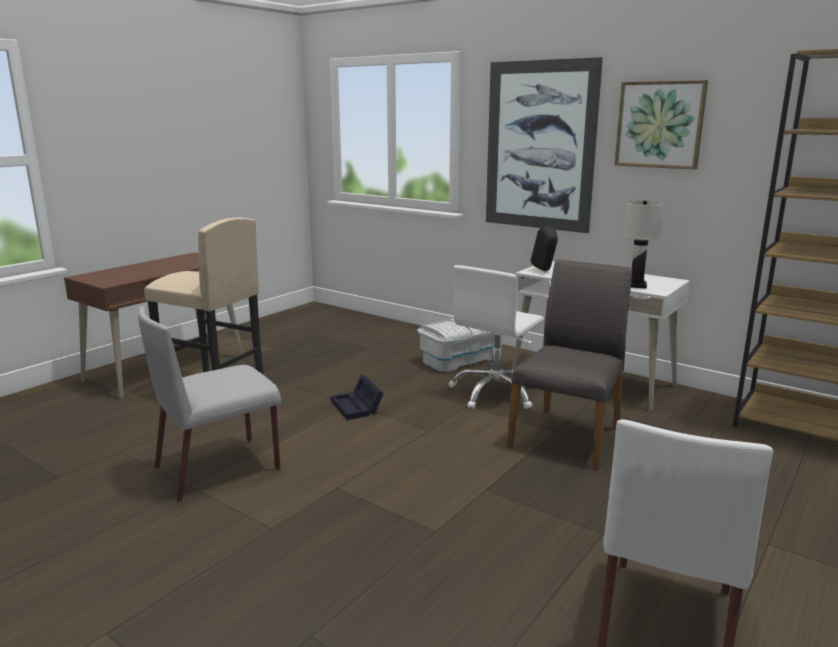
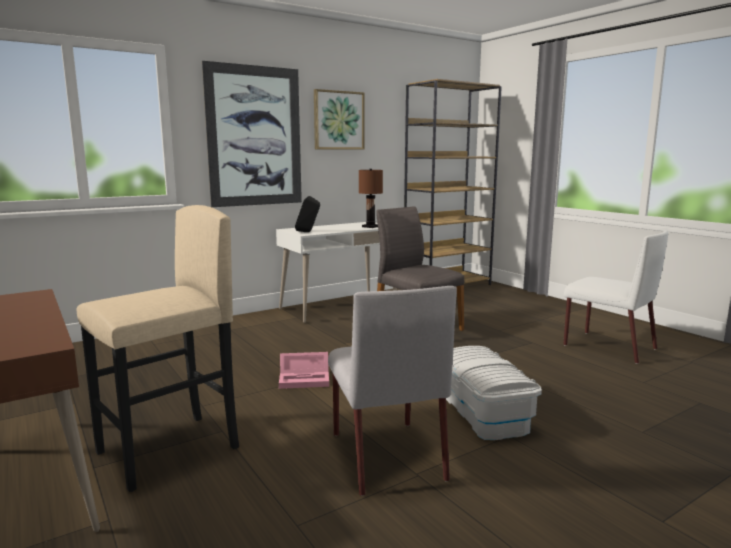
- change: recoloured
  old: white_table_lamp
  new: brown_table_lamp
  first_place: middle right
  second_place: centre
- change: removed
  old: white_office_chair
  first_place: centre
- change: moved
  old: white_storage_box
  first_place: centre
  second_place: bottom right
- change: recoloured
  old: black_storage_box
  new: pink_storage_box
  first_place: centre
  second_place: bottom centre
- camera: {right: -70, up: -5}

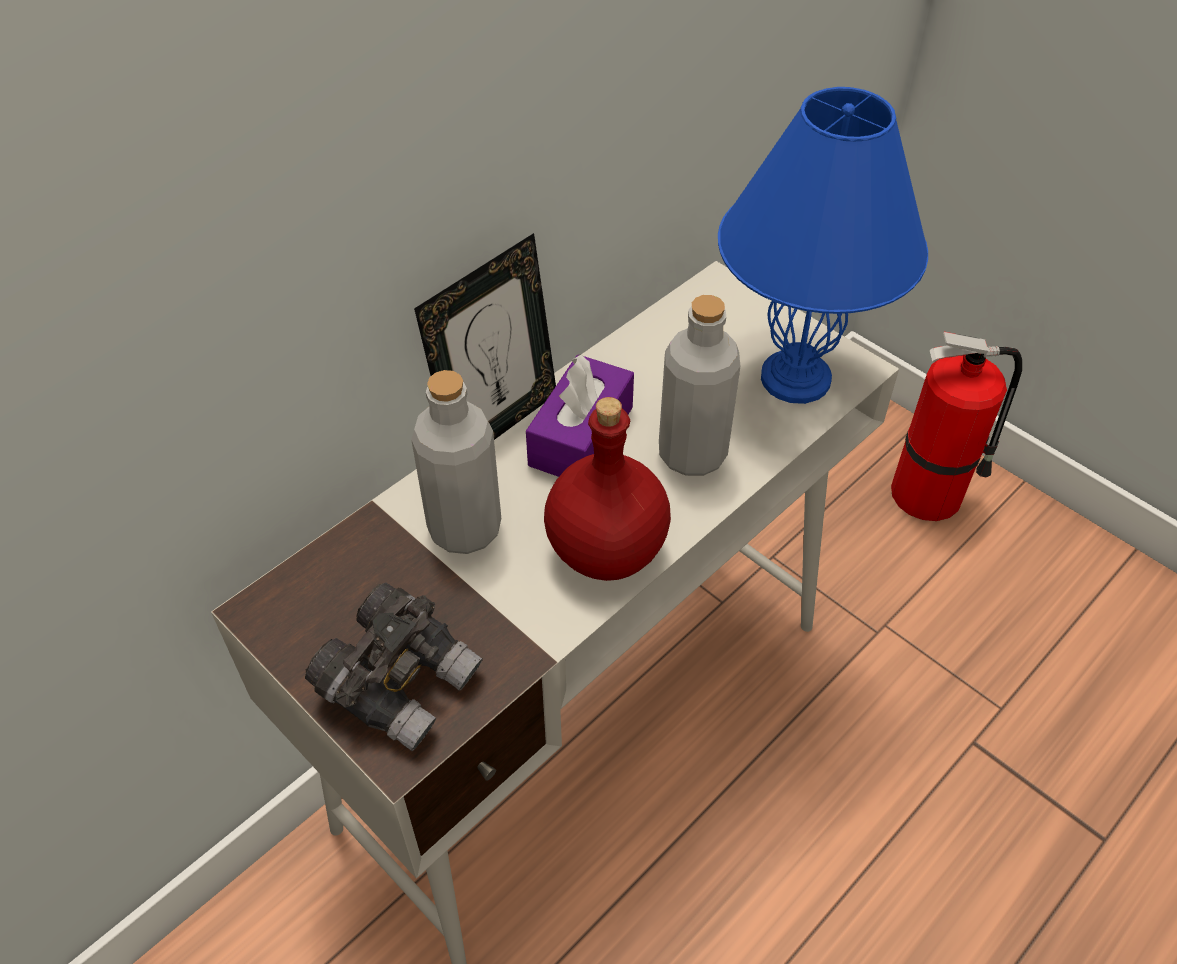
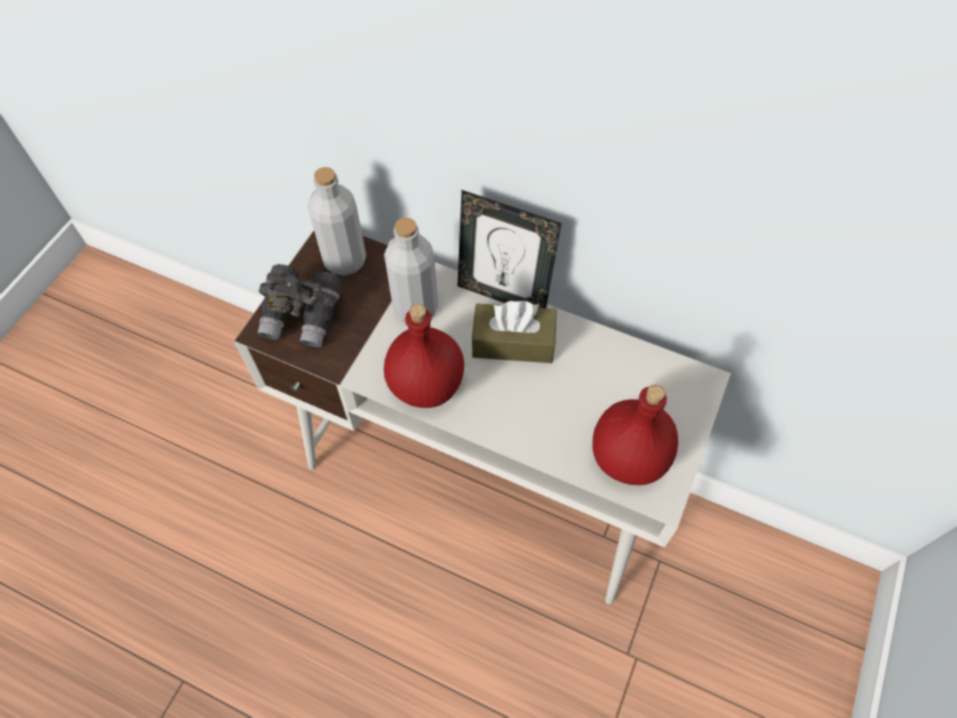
- change: replaced
  old: blue_table_lamp
  new: red_bottle (2nd from left)
  first_place: top right
  second_place: centre
- change: moved
  old: grey_bottle (2nd from left in the first image)
  new: grey_bottle (1st from left)
  first_place: centre
  second_place: top centre
- change: removed
  old: fire_extinguisher
  first_place: middle right
- change: recoloured
  old: purple_tissue_box
  new: brown_tissue_box
  first_place: centre
  second_place: centre
- camera: {right: 70, up: 10}

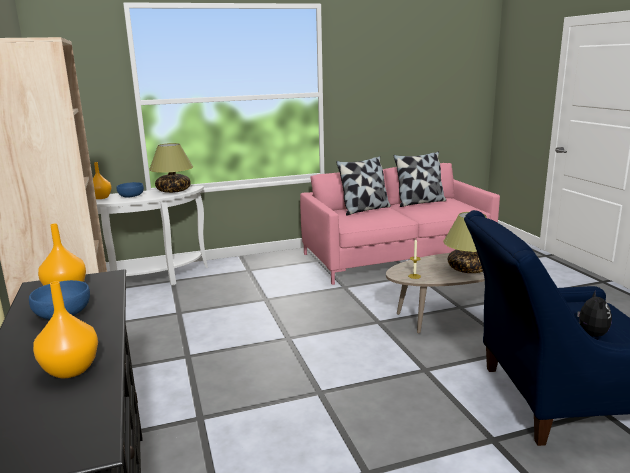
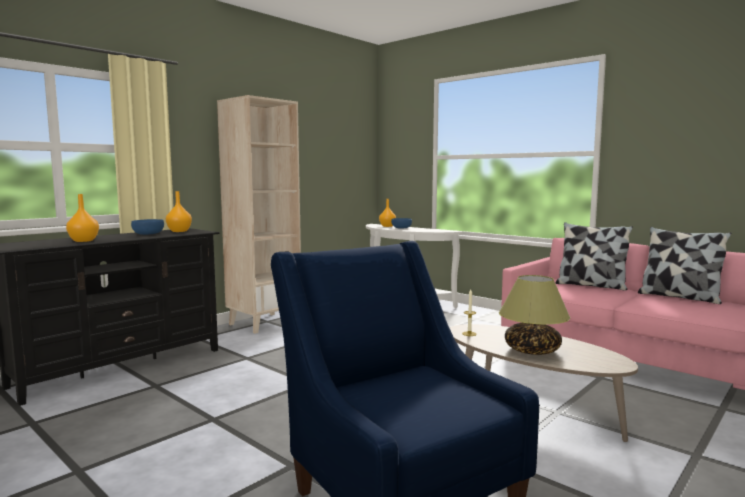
- change: removed
  old: table_lamp (1st from left)
  first_place: middle left
- change: removed
  old: plush_toy
  first_place: middle right
- camera: {right: 60, up: -10}

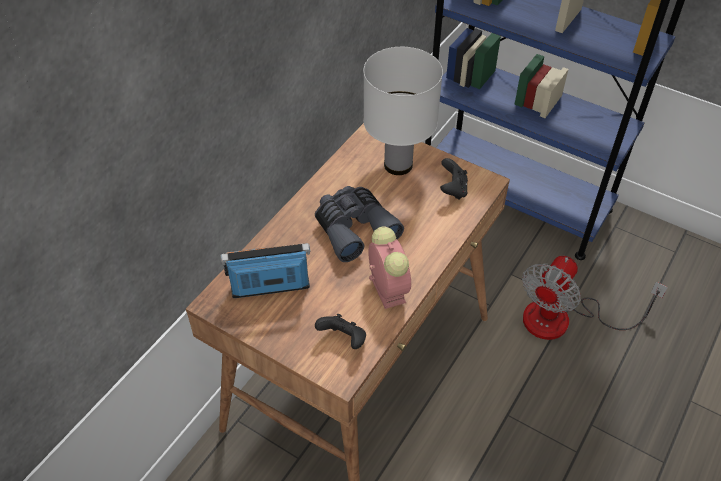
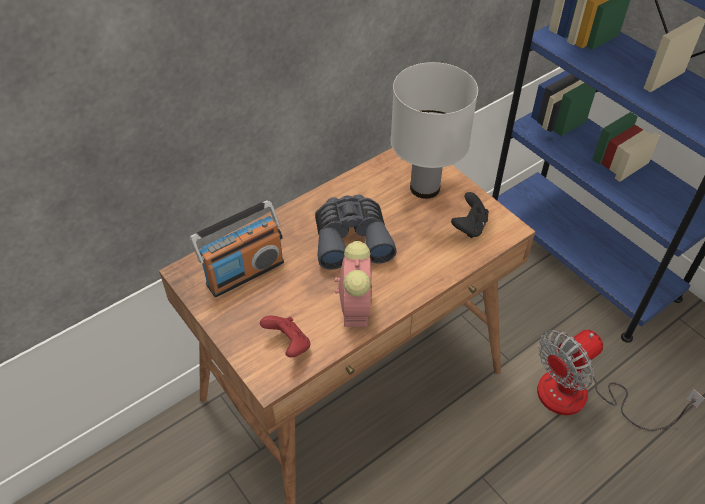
- change: turned
  old: radio
  first_place: centre
  second_place: centre
  degrees: 135
- change: recoloured
  old: black_game_controller (1st from left)
  new: red_game_controller
  first_place: bottom centre
  second_place: bottom centre
- camera: {right: 20, up: 0}

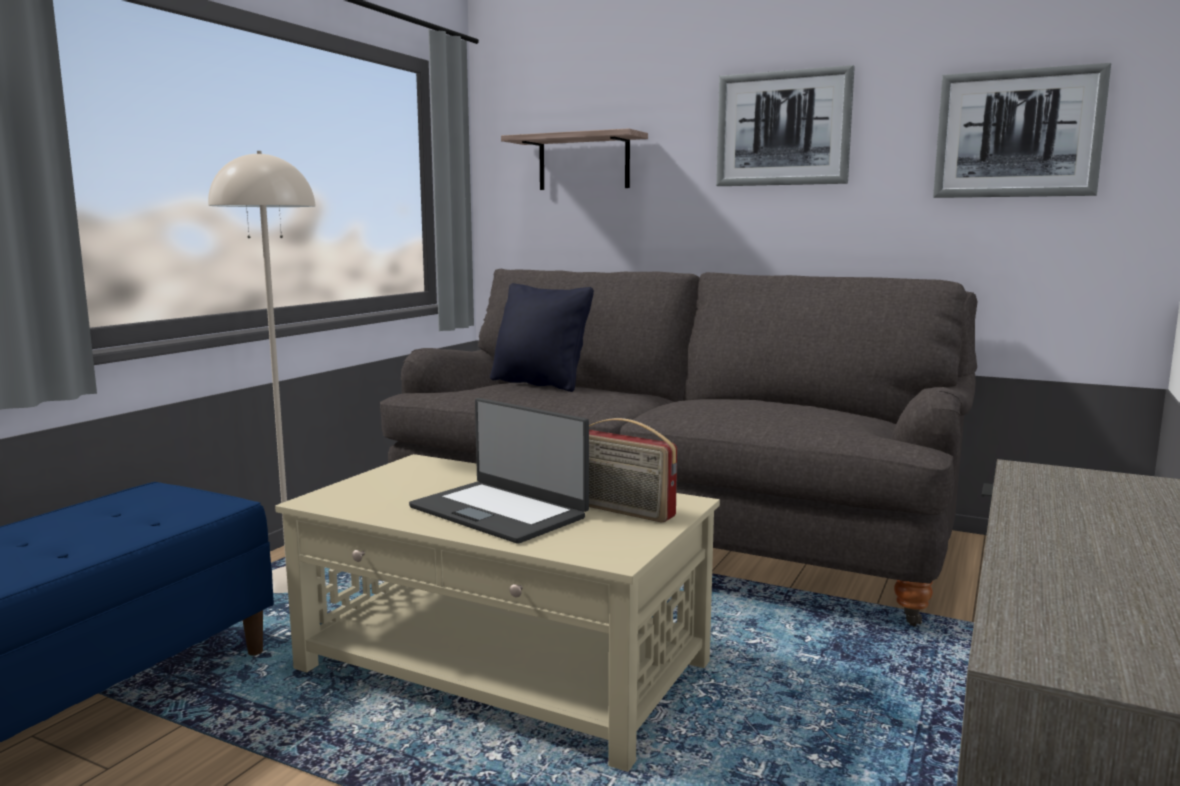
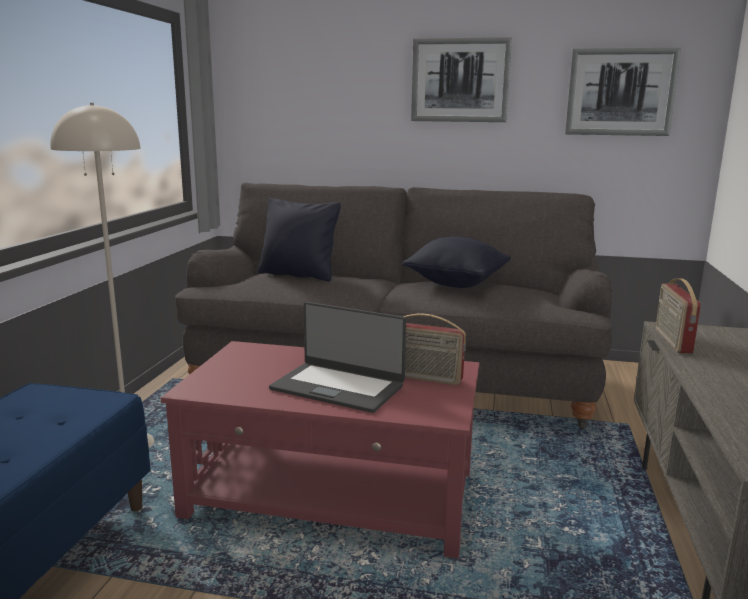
- change: removed
  old: shelf
  first_place: top centre
- change: recoloured
  old: beige_coffee_table
  new: red_coffee_table
  first_place: bottom centre
  second_place: bottom centre
- change: added
  new: black_pillow (2nd from left)
  second_place: centre
- change: added
  new: radio (2nd from left)
  second_place: middle right
- camera: {right: -15, up: 5}

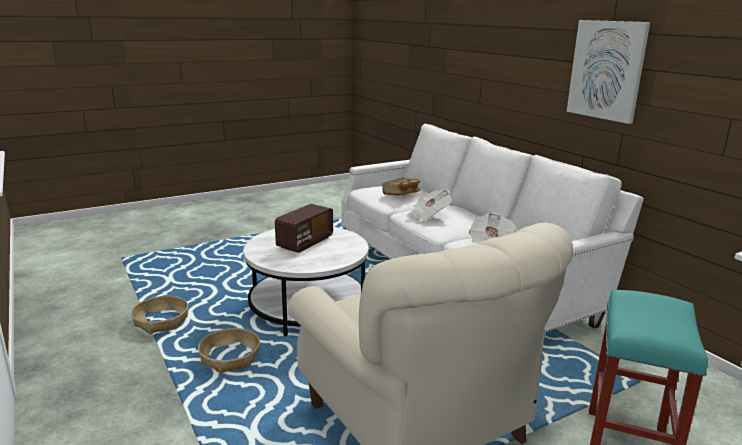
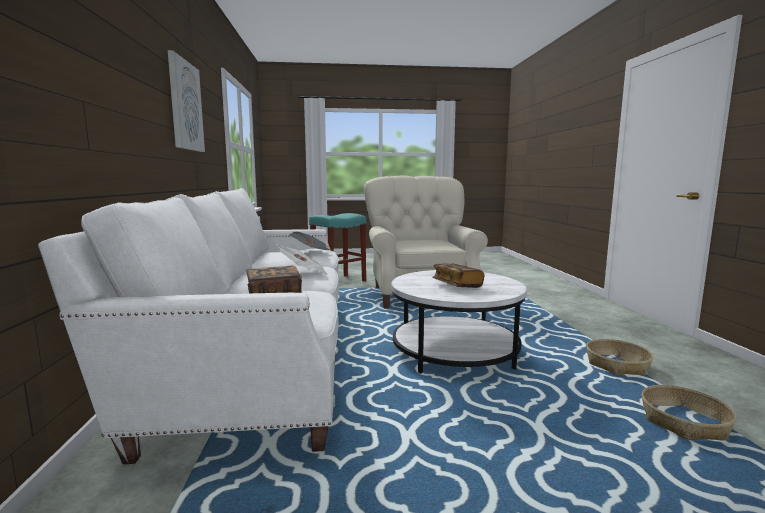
- change: replaced
  old: radio
  new: book (2nd from left)
  first_place: centre
  second_place: centre
- change: moved
  old: basket (2nd from left)
  first_place: bottom left
  second_place: bottom right
- camera: {right: -155, up: -10}

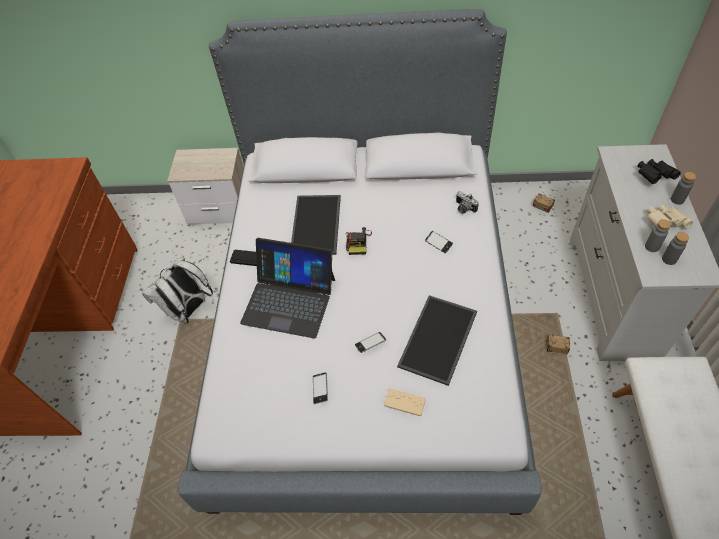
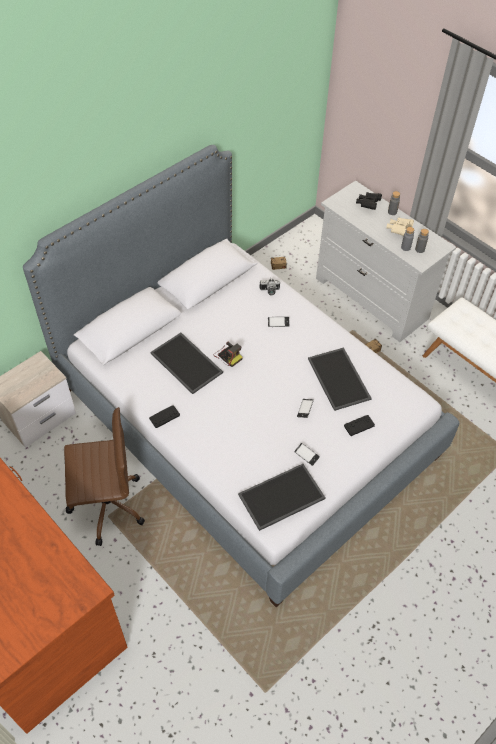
- change: removed
  old: laptop
  first_place: centre
- change: replaced
  old: white_backpack
  new: brown_office_chair
  first_place: middle left
  second_place: middle left
- change: recoloured
  old: beige_game_controller
  new: black_game_controller (2nd from left)
  first_place: bottom centre
  second_place: middle right
- change: added
  new: tray (2nd from left)
  second_place: bottom centre
- camera: {right: -50, up: 0}

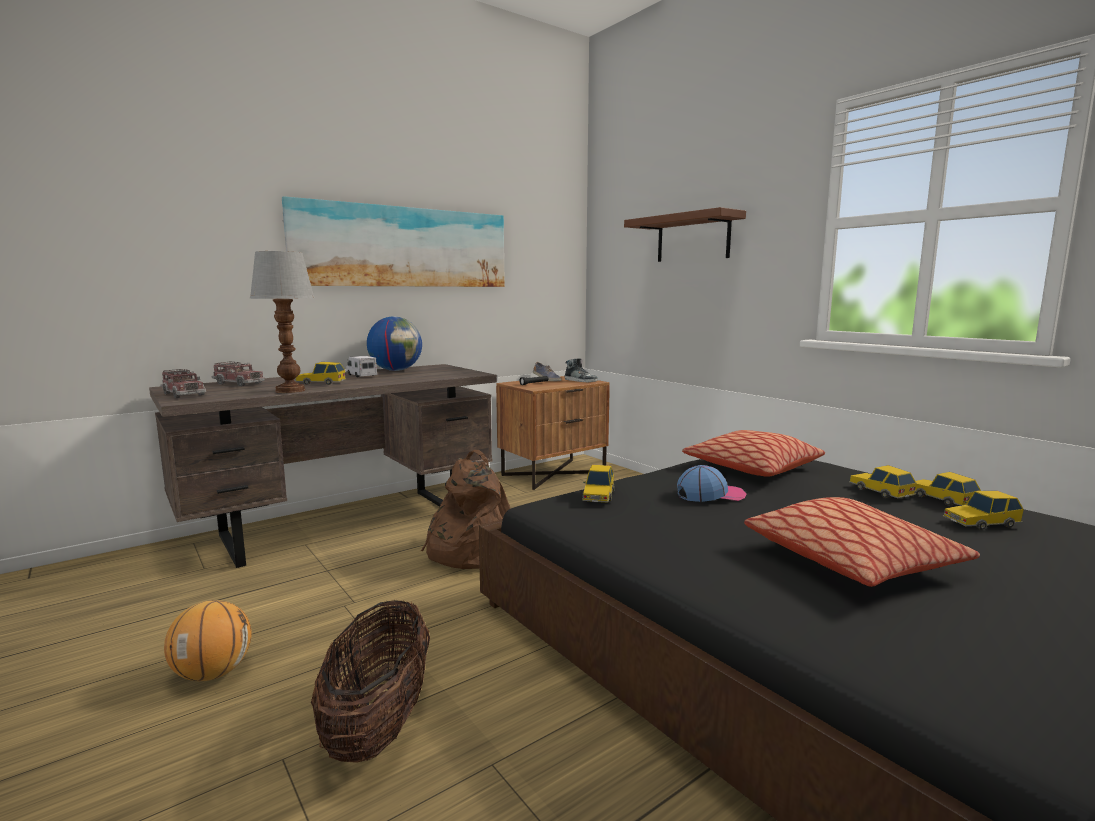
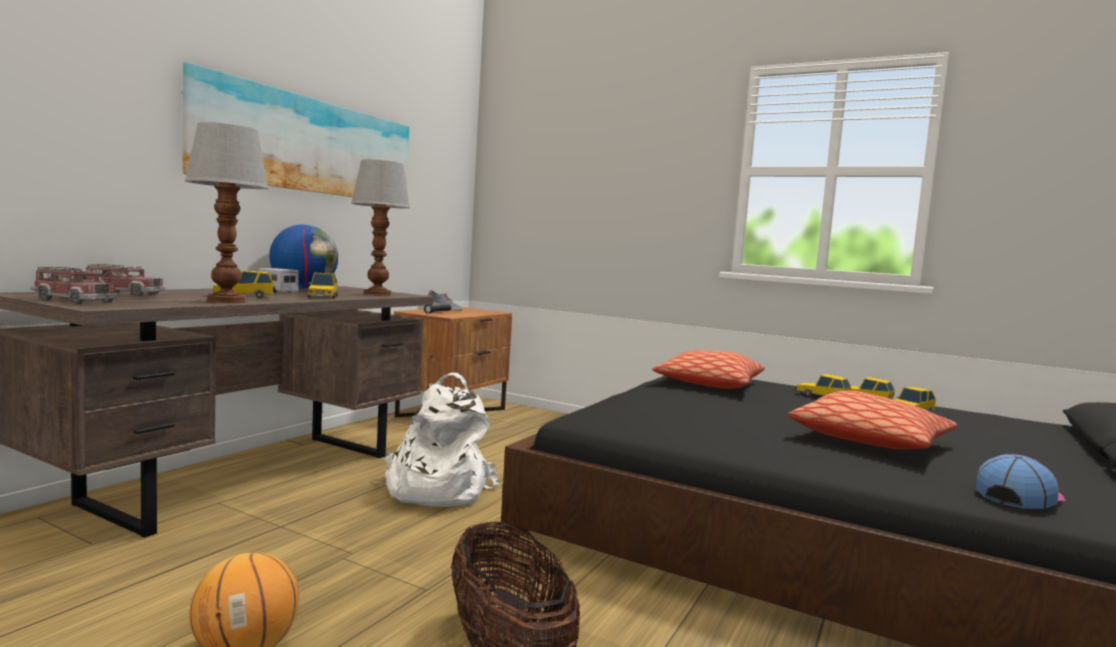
- change: removed
  old: brown_shelf
  first_place: top centre
- change: removed
  old: shoe (2nd from left)
  first_place: centre
- change: recoloured
  old: brown_backpack
  new: white_backpack
  first_place: centre
  second_place: bottom centre
- change: moved
  old: toy_car (2nd from left)
  first_place: centre
  second_place: middle left
- change: moved
  old: cap
  first_place: centre
  second_place: bottom right
- change: added
  new: table_lamp (2nd from left)
  second_place: centre
- camera: {right: -25, up: -5}

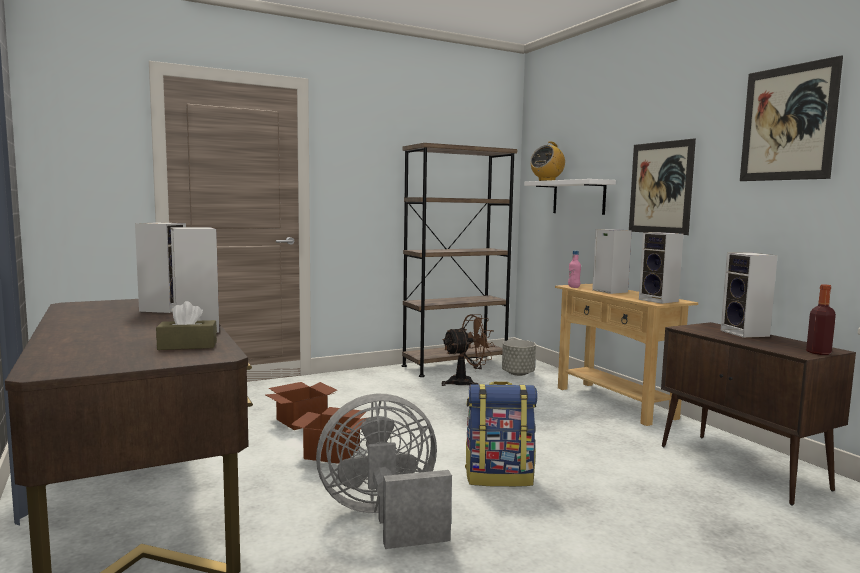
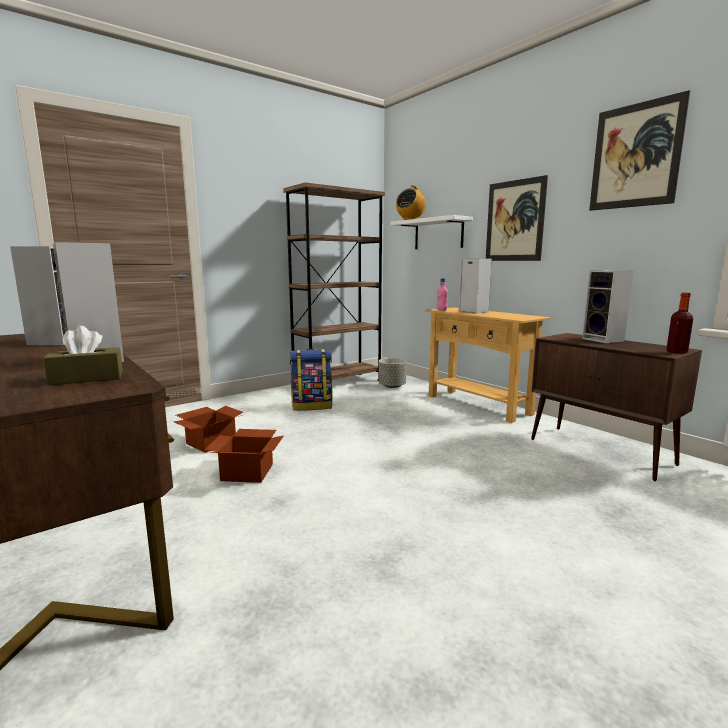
- change: removed
  old: speaker (4th from left)
  first_place: middle right
- change: removed
  old: brown_fan
  first_place: centre
- change: moved
  old: backpack
  first_place: bottom centre
  second_place: centre
- change: removed
  old: grey_fan
  first_place: bottom centre
- camera: {right: -10, up: 5}

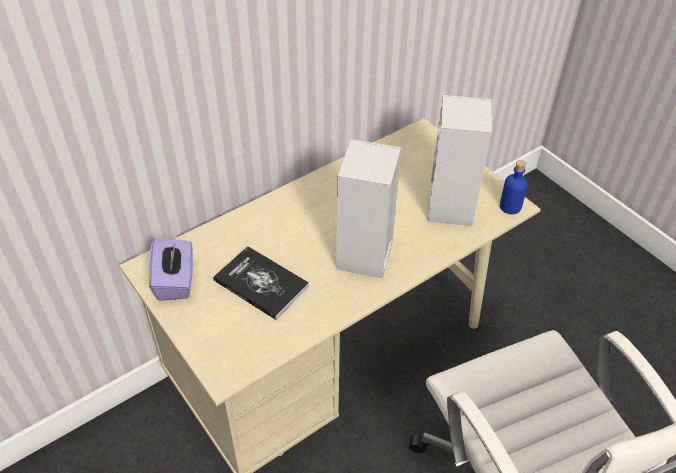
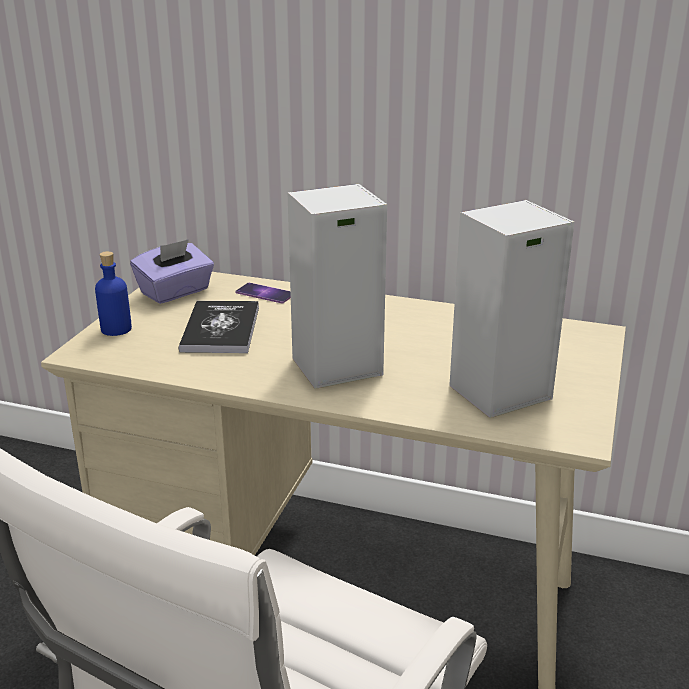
- change: moved
  old: blue_bottle
  first_place: middle right
  second_place: middle left
- change: added
  new: phone
  second_place: centre
- camera: {right: 55, up: -20}

